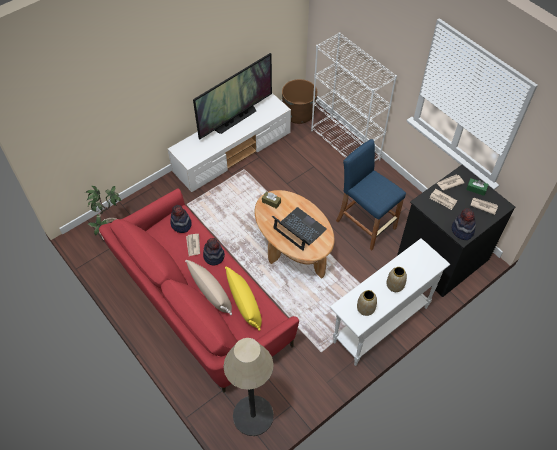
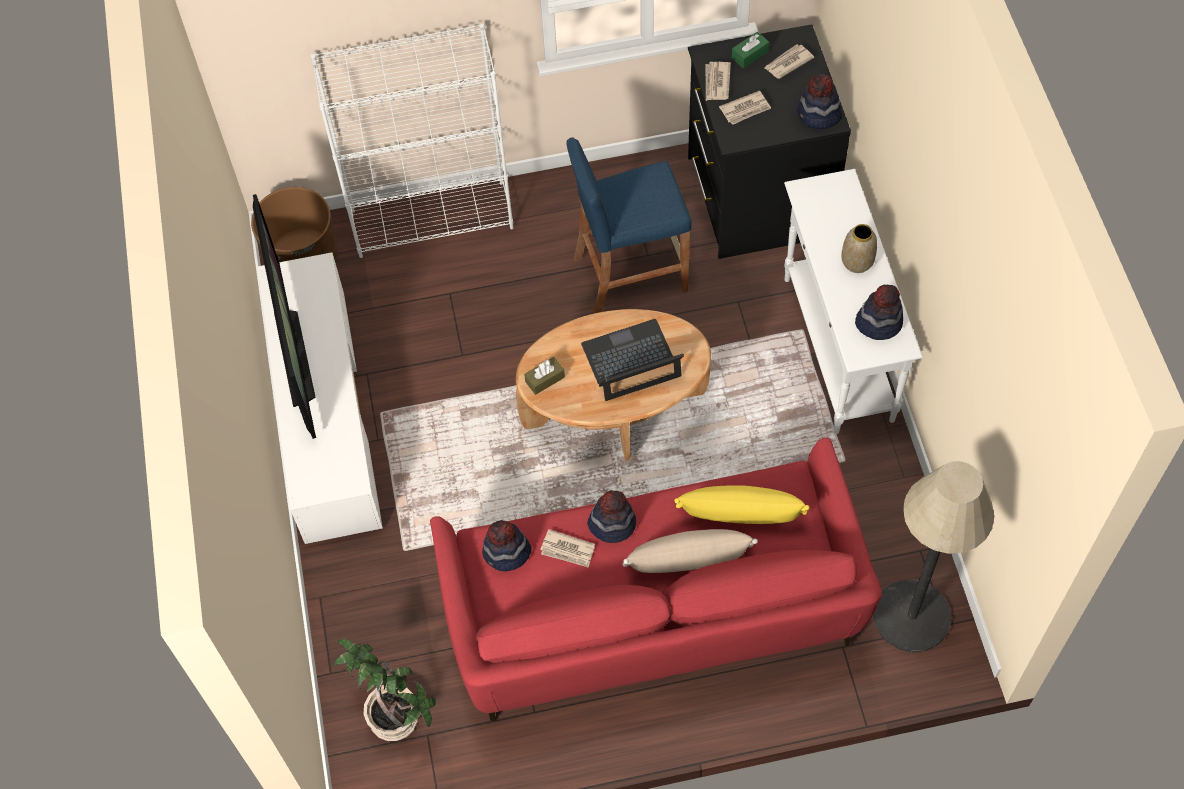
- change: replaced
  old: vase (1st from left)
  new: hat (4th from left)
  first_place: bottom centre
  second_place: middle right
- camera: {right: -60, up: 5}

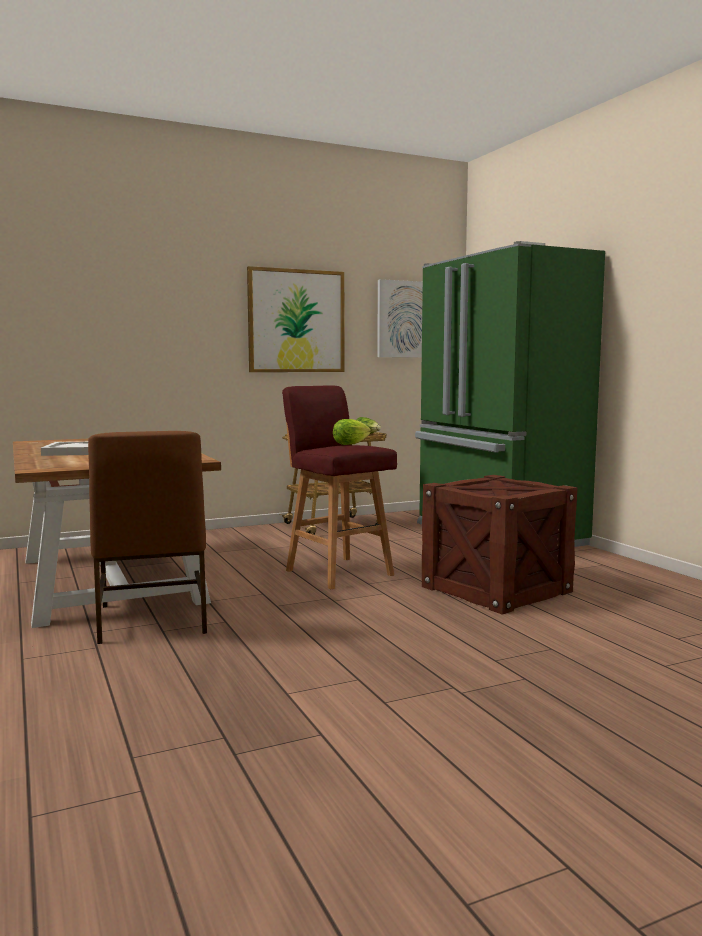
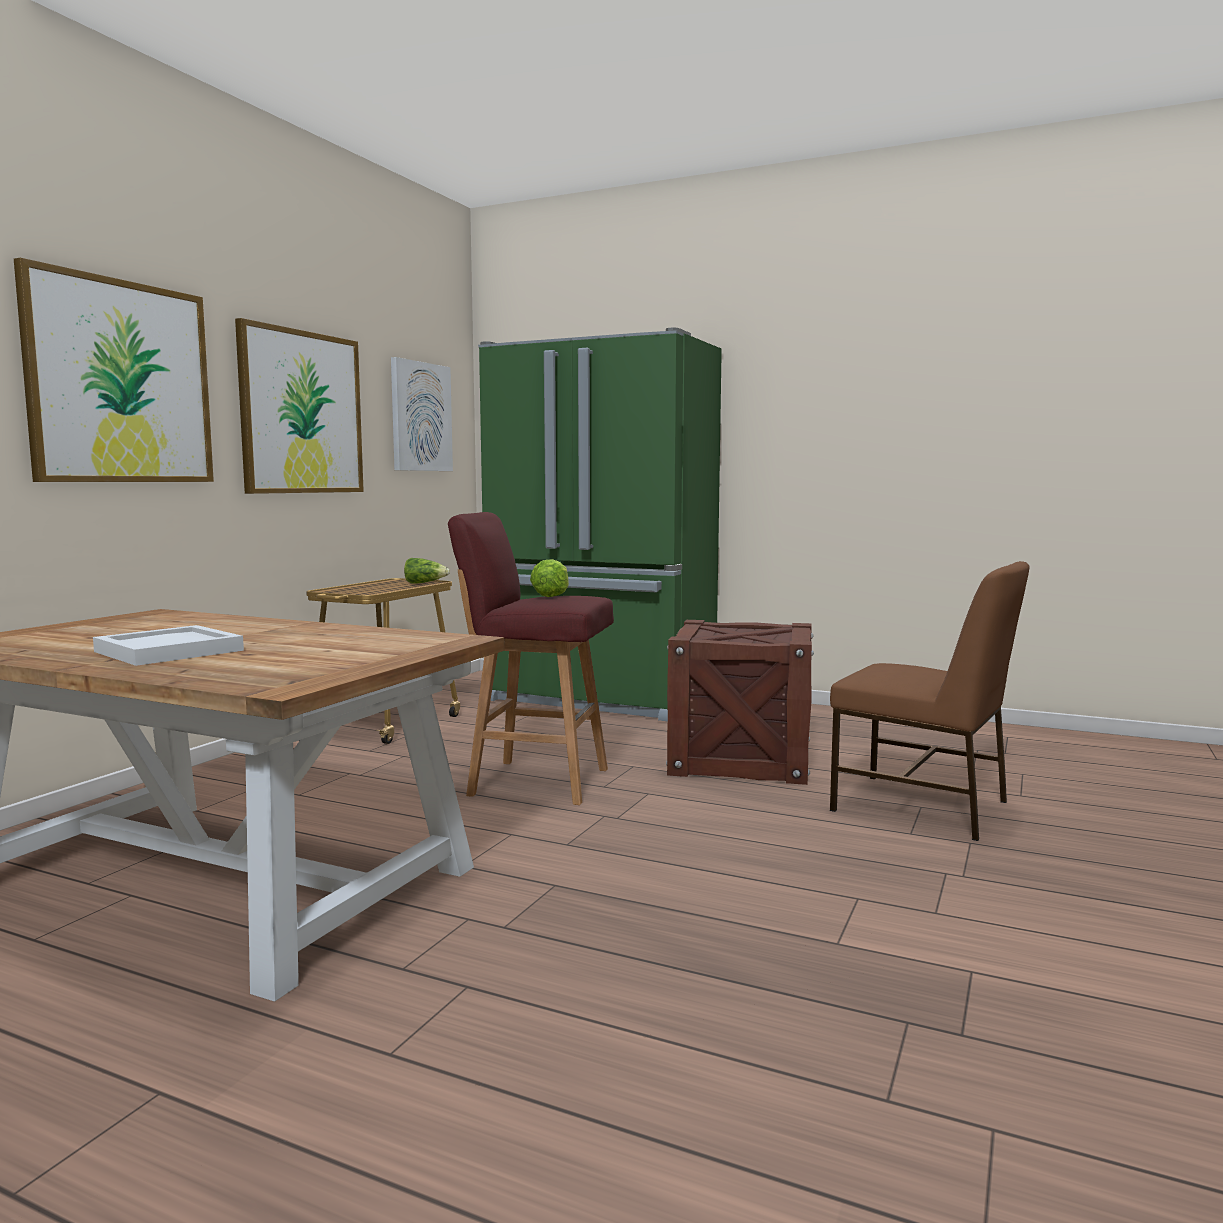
- change: moved
  old: brown_chair
  first_place: middle left
  second_place: middle right
- change: added
  new: picture (1st from left)
  second_place: top left
- camera: {right: -40, up: 0}

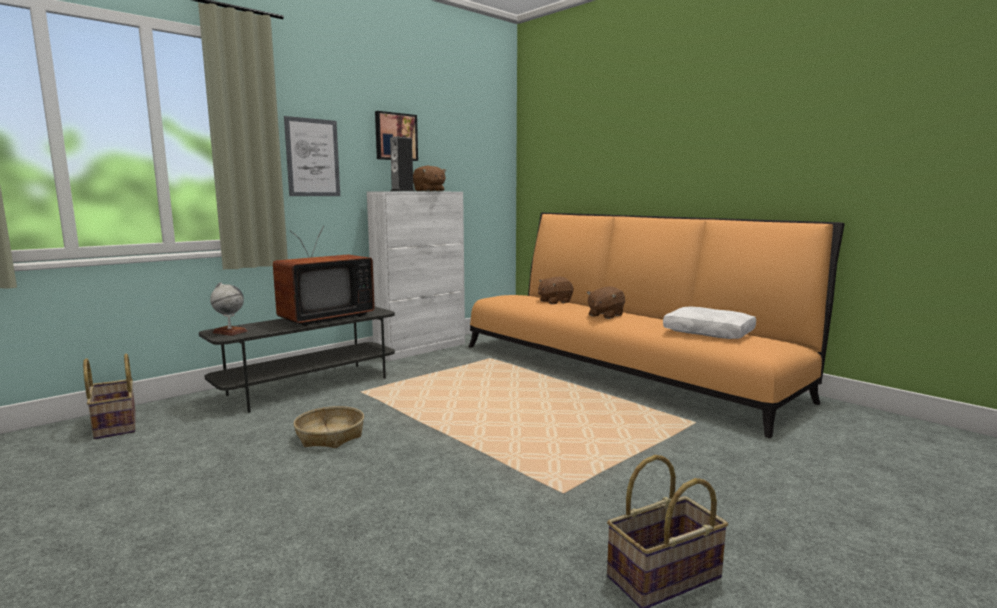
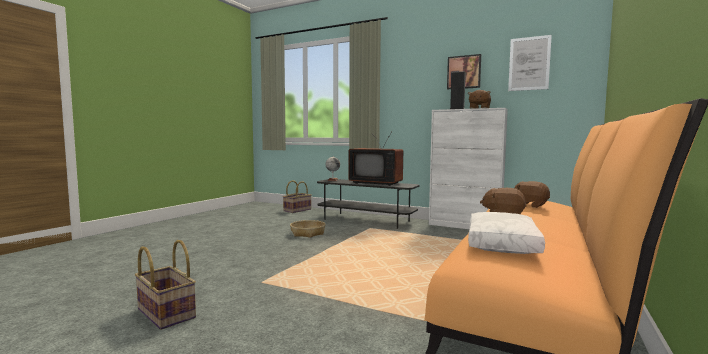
- change: moved
  old: picture (1st from left in the first image)
  new: picture (2nd from left)
  first_place: top left
  second_place: top right
- camera: {right: 70, up: -5}

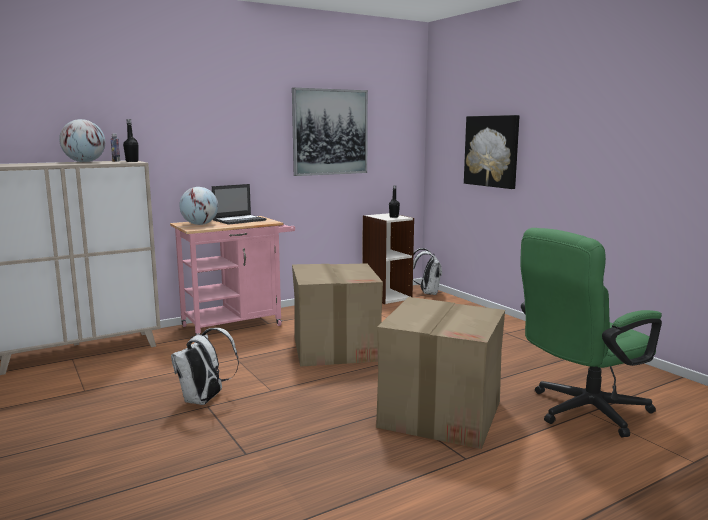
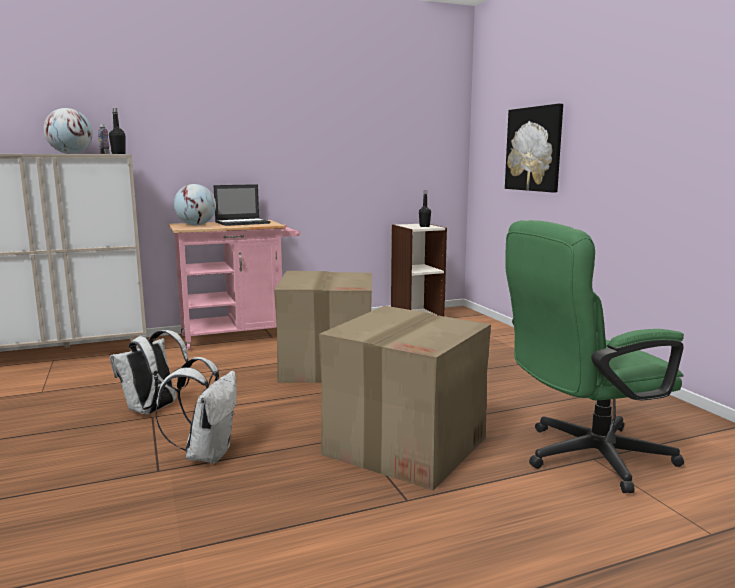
- change: removed
  old: picture (1st from left)
  first_place: top centre
- change: moved
  old: white_backpack (2nd from left)
  first_place: centre
  second_place: bottom left
- camera: {right: 10, up: 0}

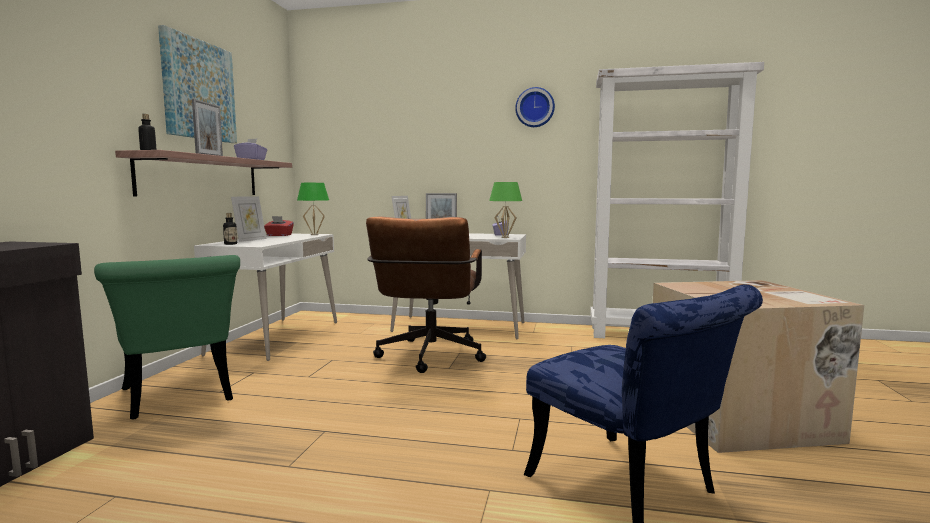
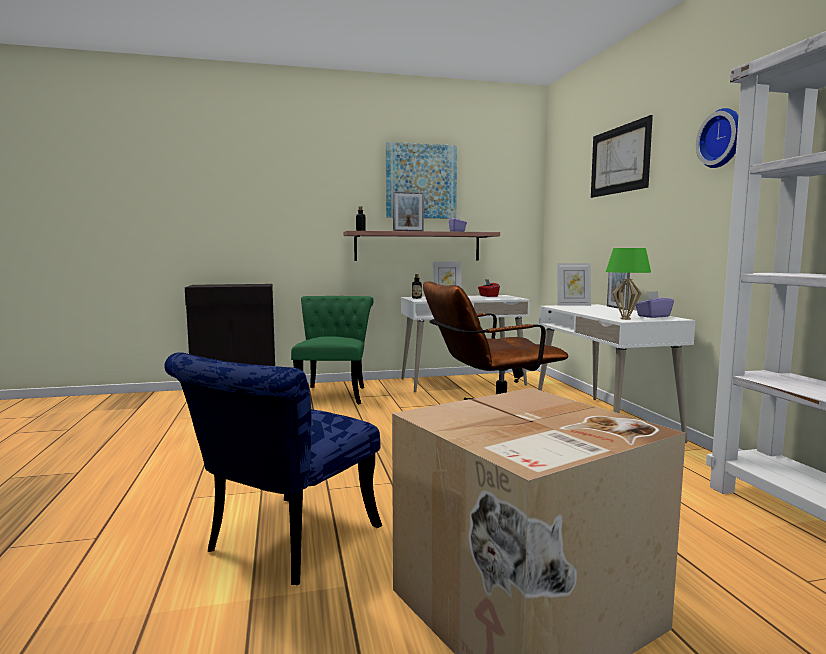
- change: removed
  old: green_table_lamp (1st from left)
  first_place: centre
- change: turned
  old: green_chair
  first_place: middle left
  second_place: centre
  degrees: 150
- change: added
  new: picture (2nd from left)
  second_place: top right
- camera: {right: 65, up: 0}

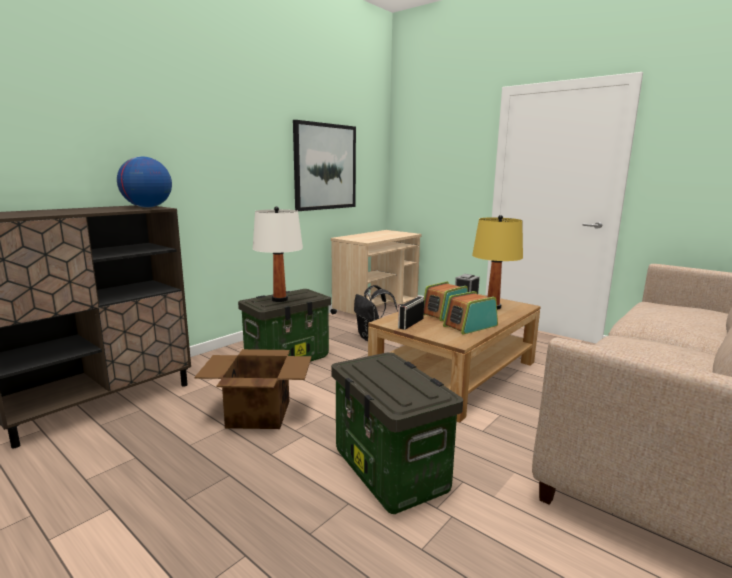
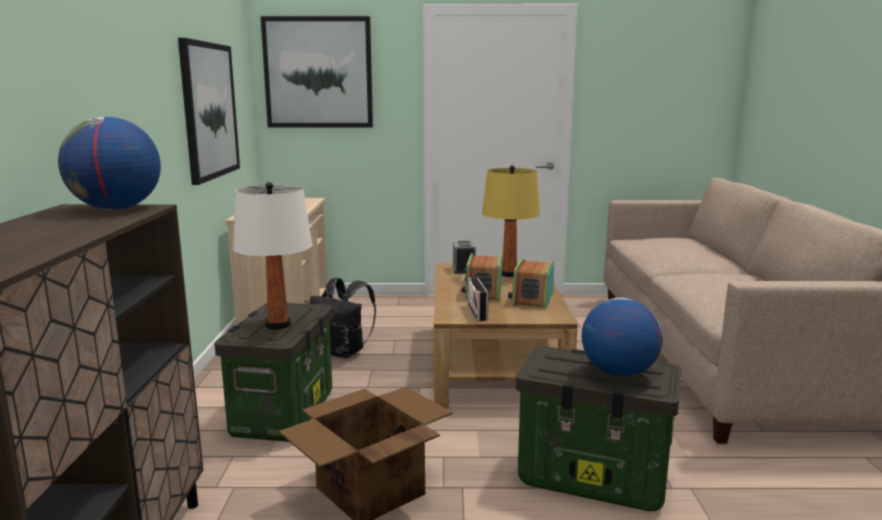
- change: added
  new: picture (2nd from left)
  second_place: top centre
- change: added
  new: globe (2nd from left)
  second_place: middle right
- camera: {right: -40, up: 0}

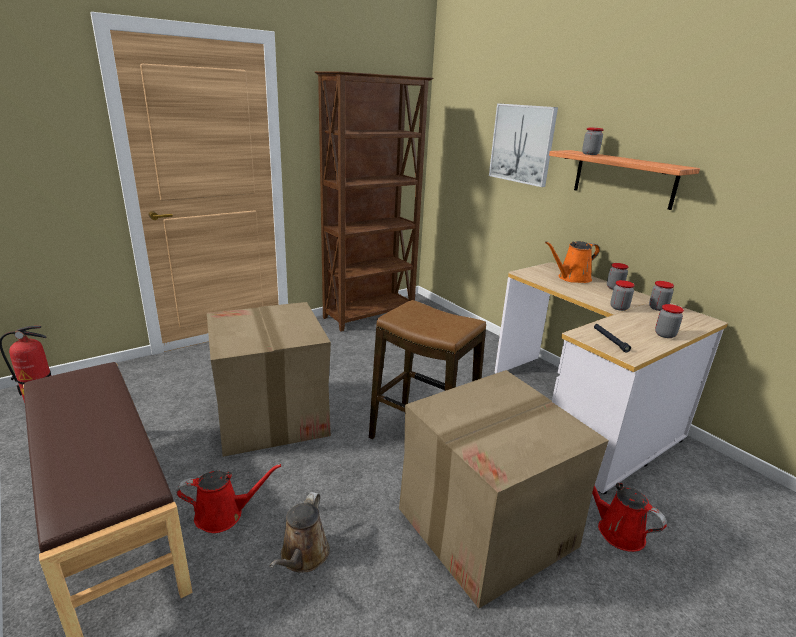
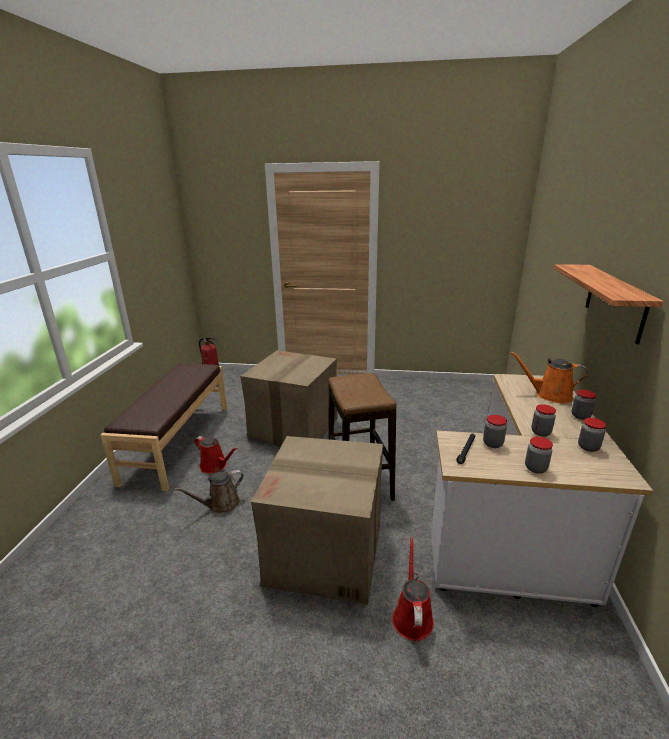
- change: removed
  old: brown_bookcase
  first_place: top centre
- change: removed
  old: picture
  first_place: top centre
- change: moved
  old: jar (1st from left)
  first_place: top right
  second_place: middle right
- camera: {right: 45, up: 0}

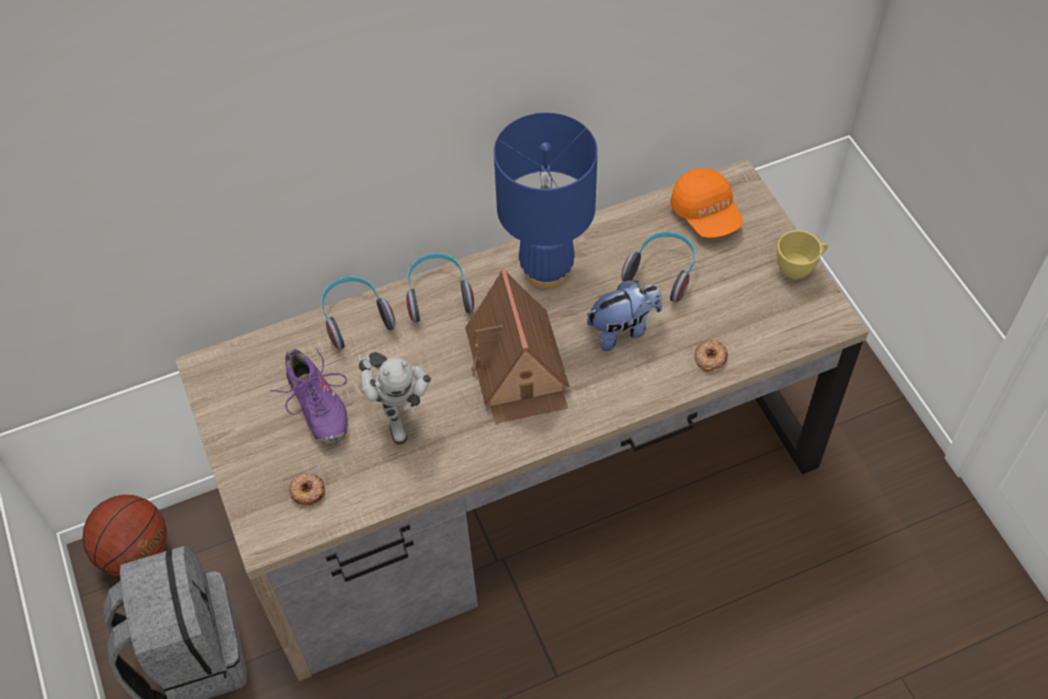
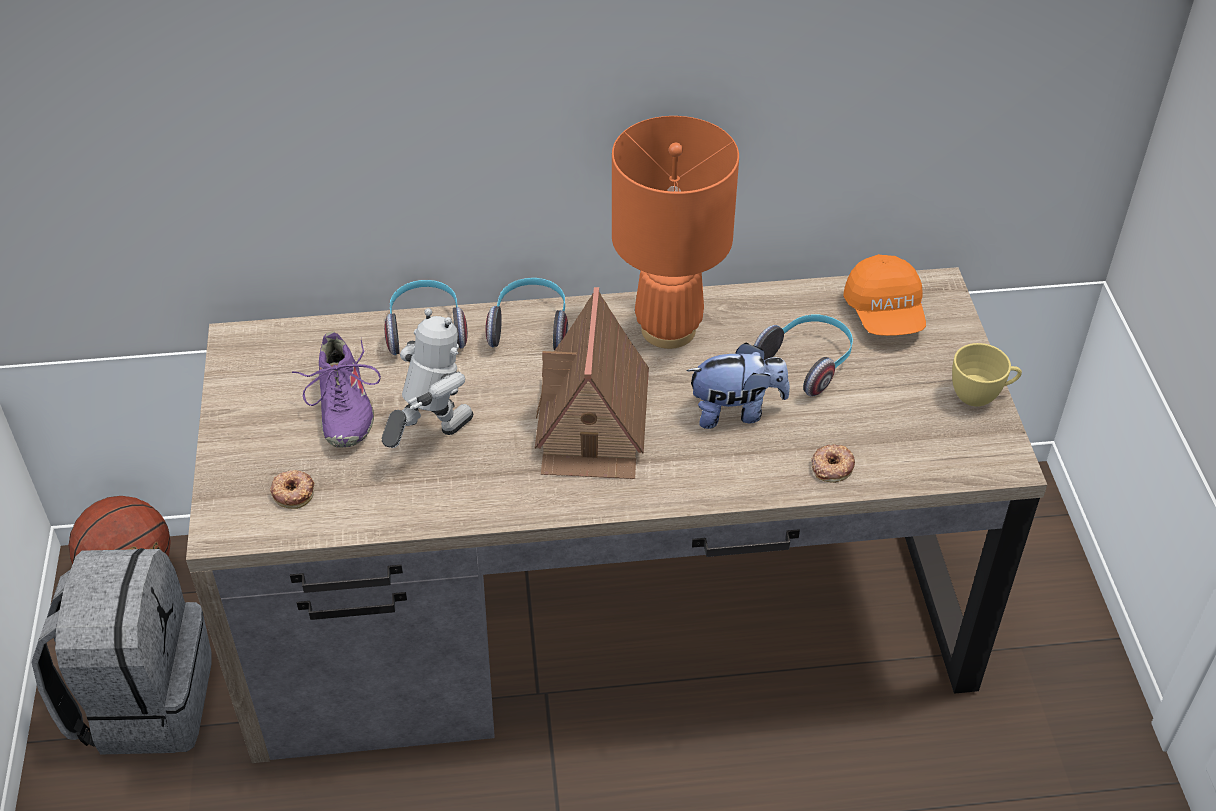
- change: recoloured
  old: blue_table_lamp
  new: orange_table_lamp
  first_place: top centre
  second_place: top centre
- change: turned
  old: toy_robot
  first_place: centre
  second_place: centre
  degrees: -135
- camera: {right: 15, up: -10}

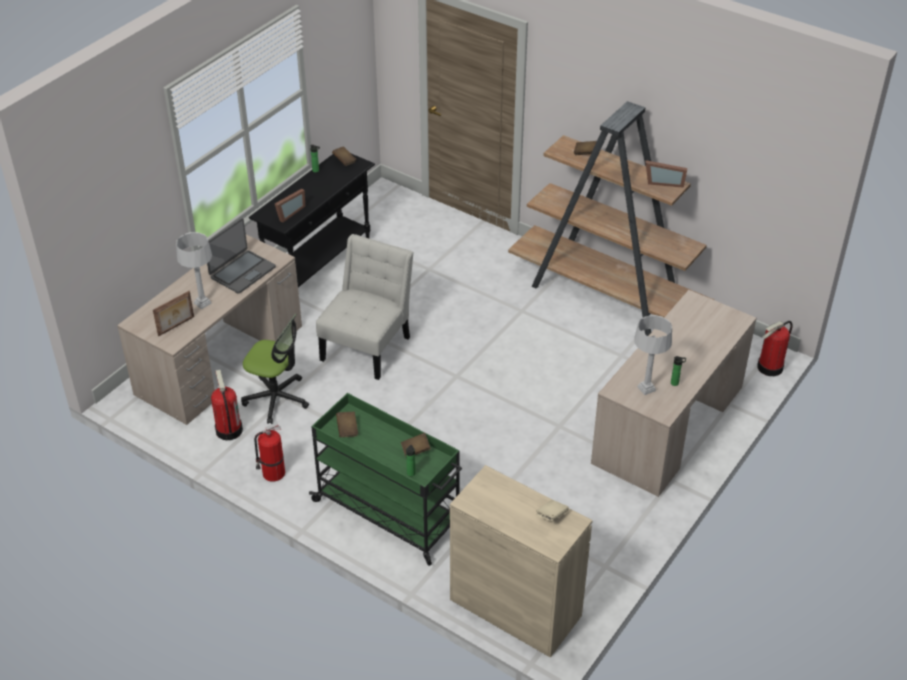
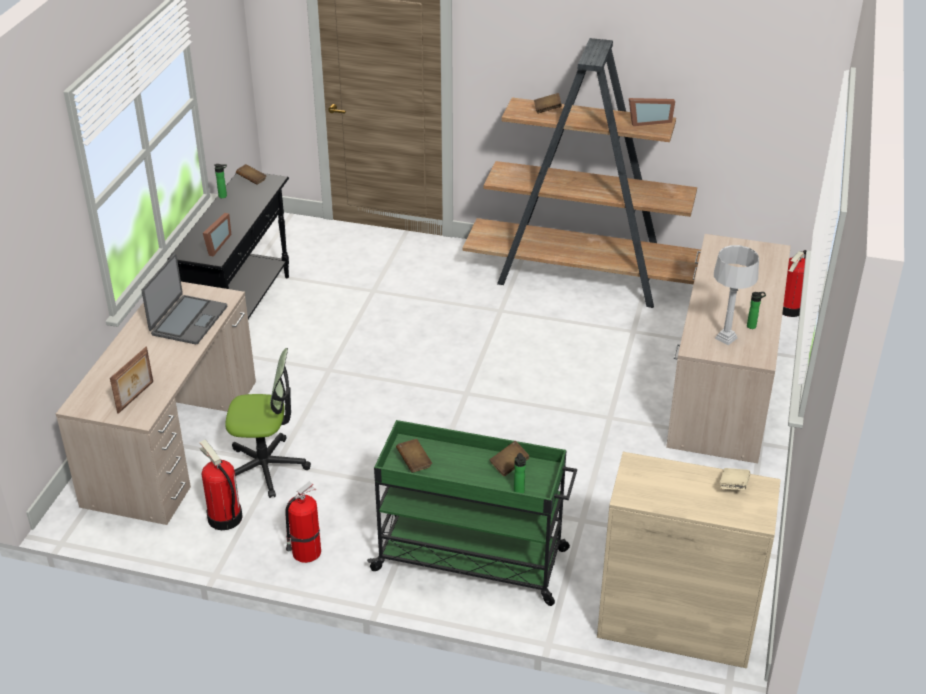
- change: removed
  old: grey_table_lamp (1st from left)
  first_place: middle left
- change: removed
  old: white_chair
  first_place: centre
- camera: {right: -20, up: -5}

